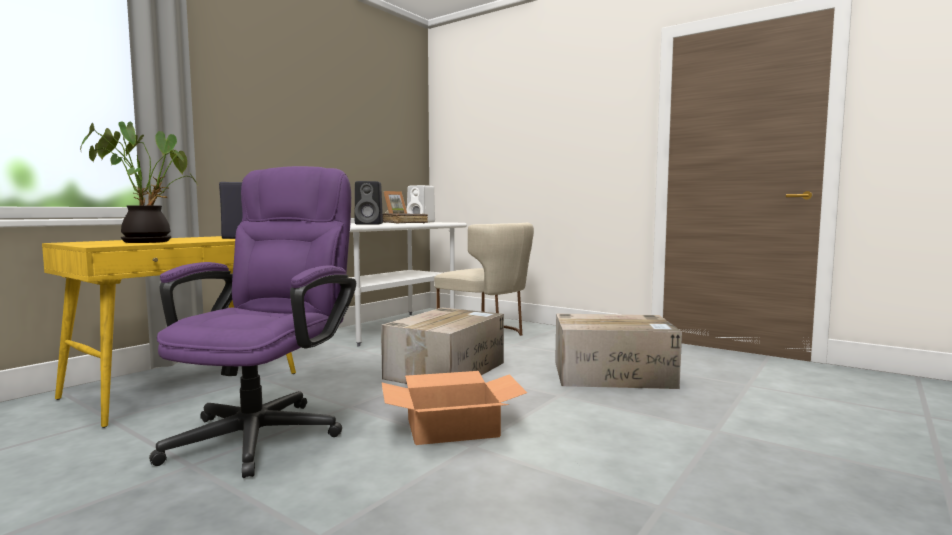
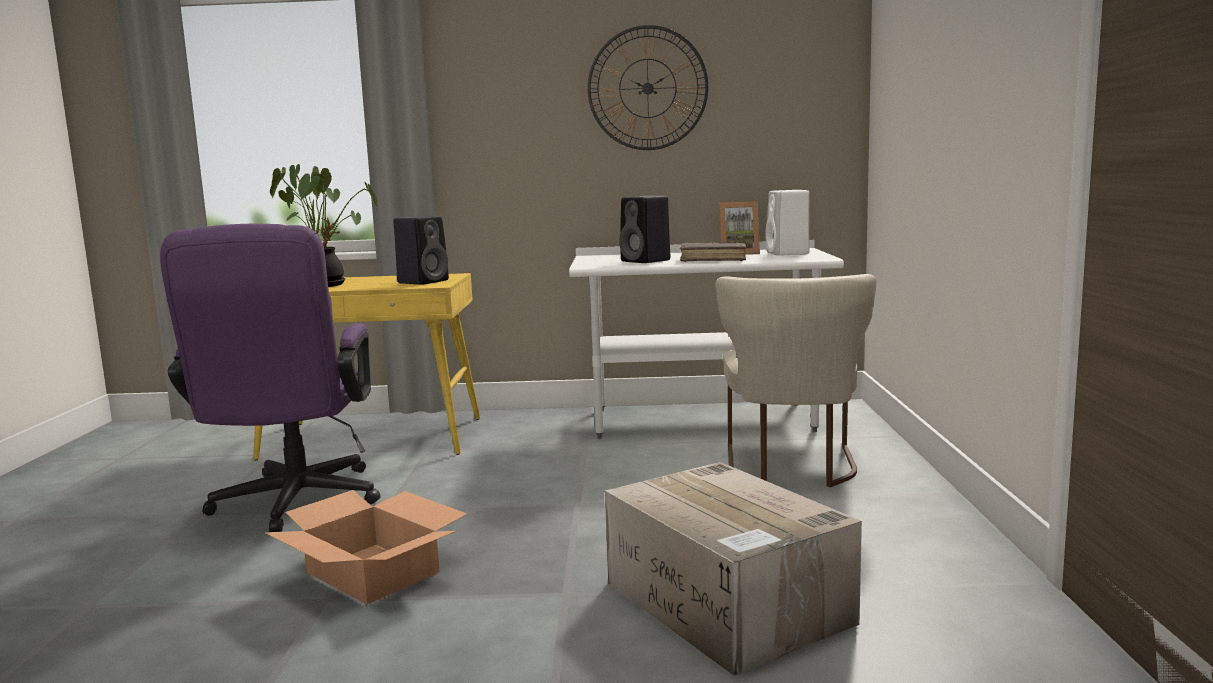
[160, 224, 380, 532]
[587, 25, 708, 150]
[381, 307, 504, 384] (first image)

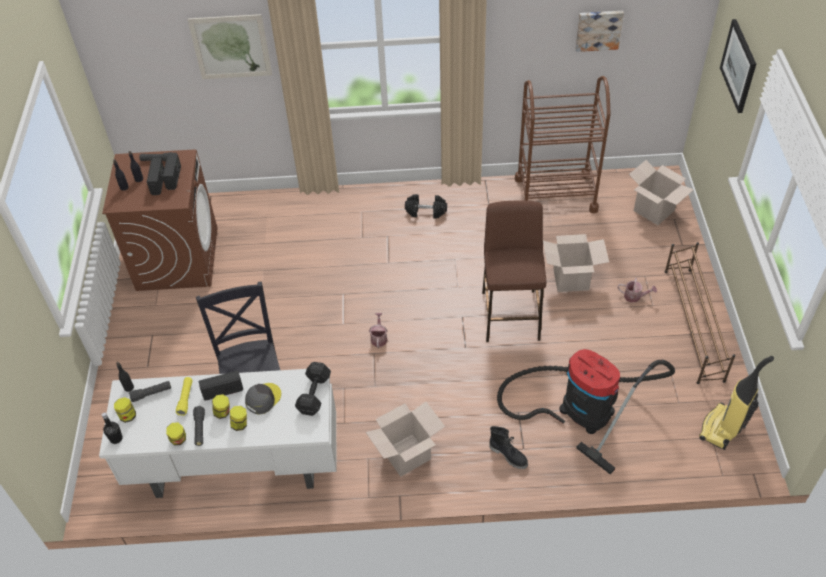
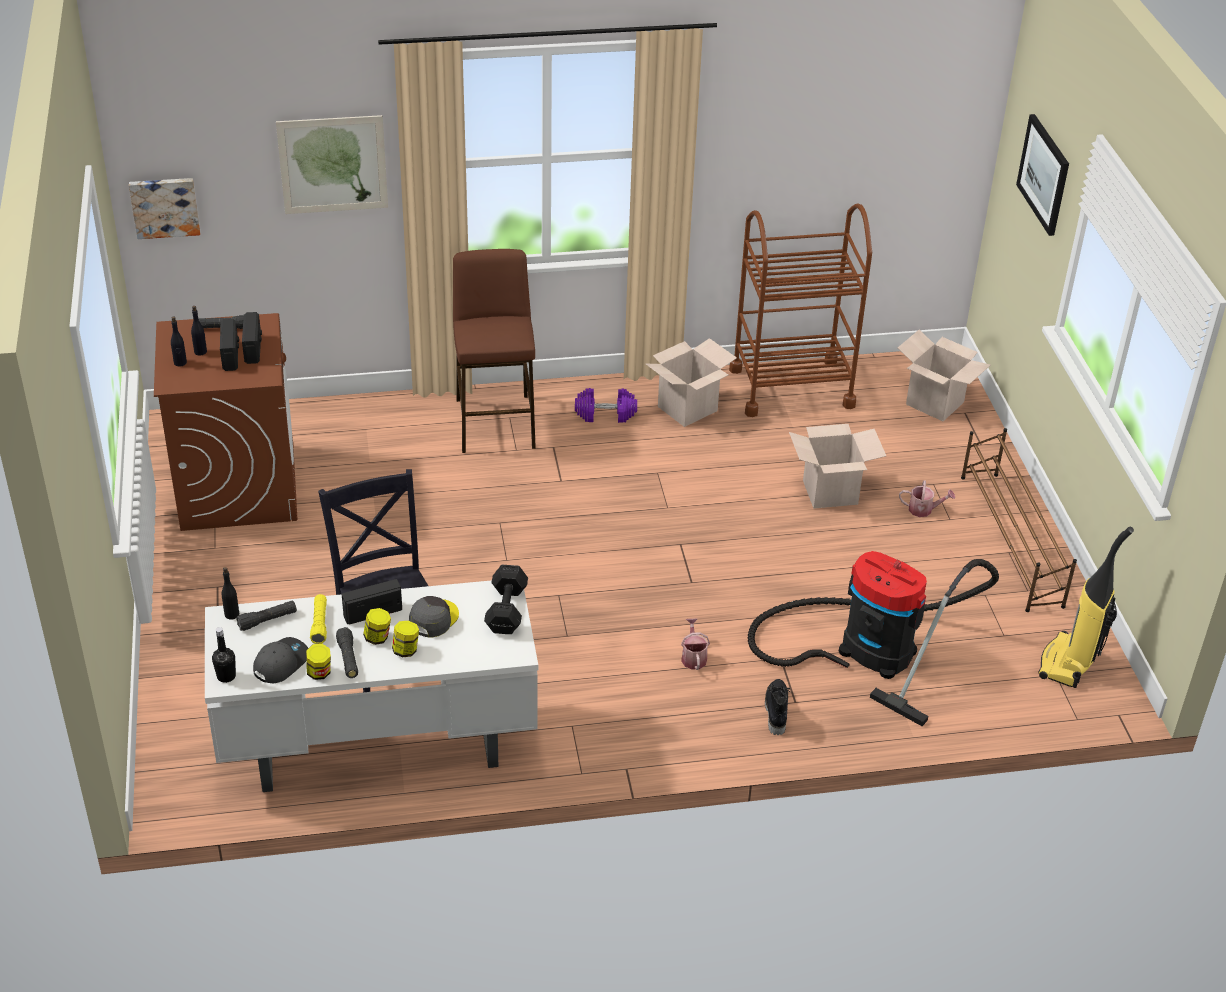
[129, 178, 200, 239]
[253, 637, 308, 683]
[453, 249, 536, 453]
[575, 388, 637, 423]
[646, 338, 737, 427]
[681, 618, 710, 670]
[765, 679, 790, 735]
[114, 397, 136, 423] (first image)

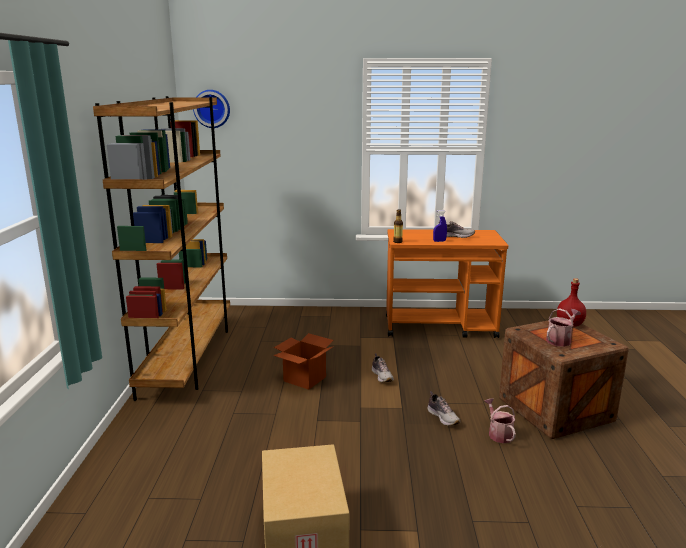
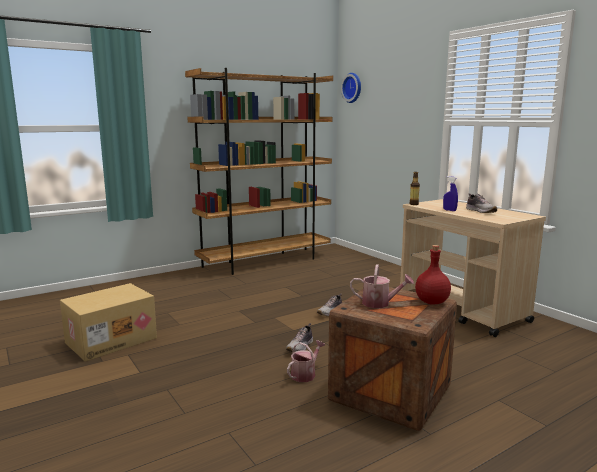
[400, 199, 546, 337]
[273, 333, 334, 390] (first image)

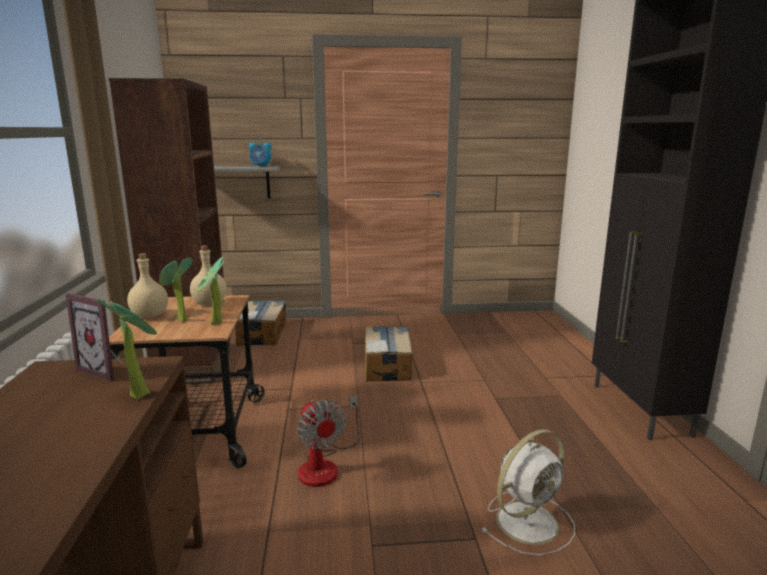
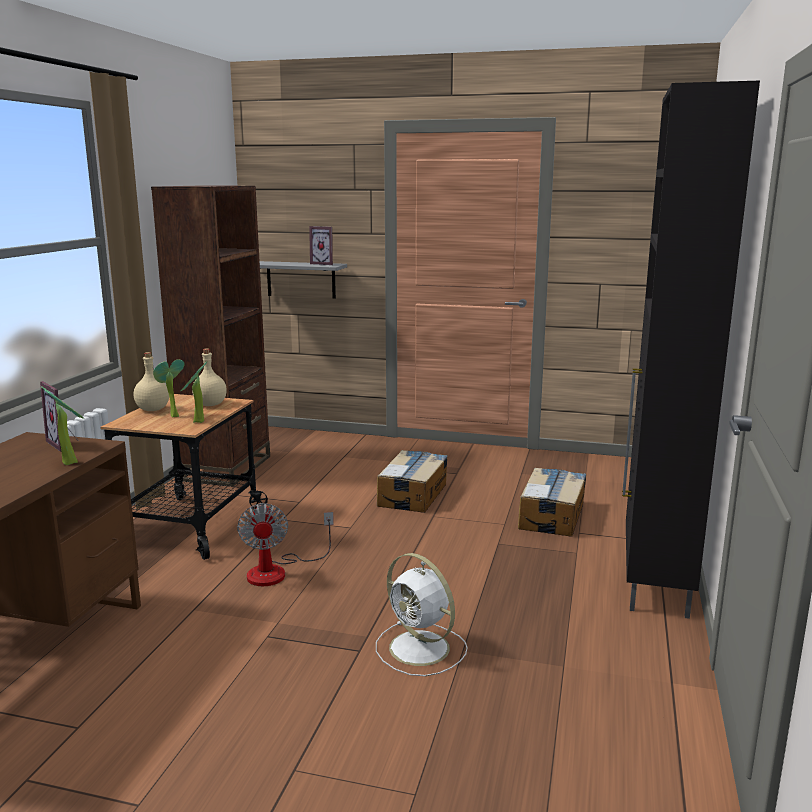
[309, 226, 333, 265]
[376, 553, 468, 676]
[518, 467, 586, 537]

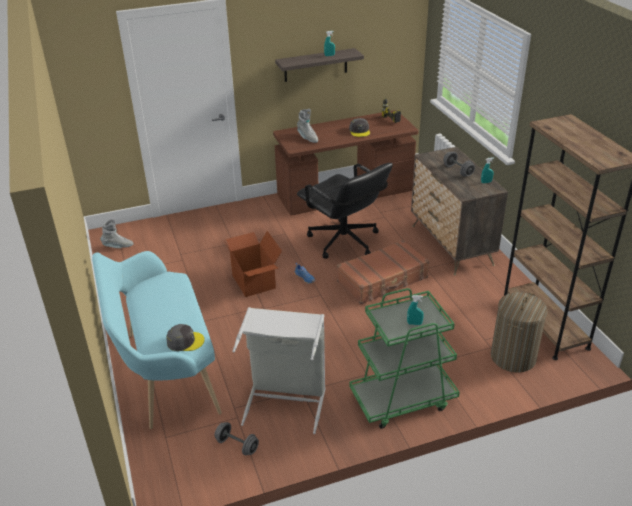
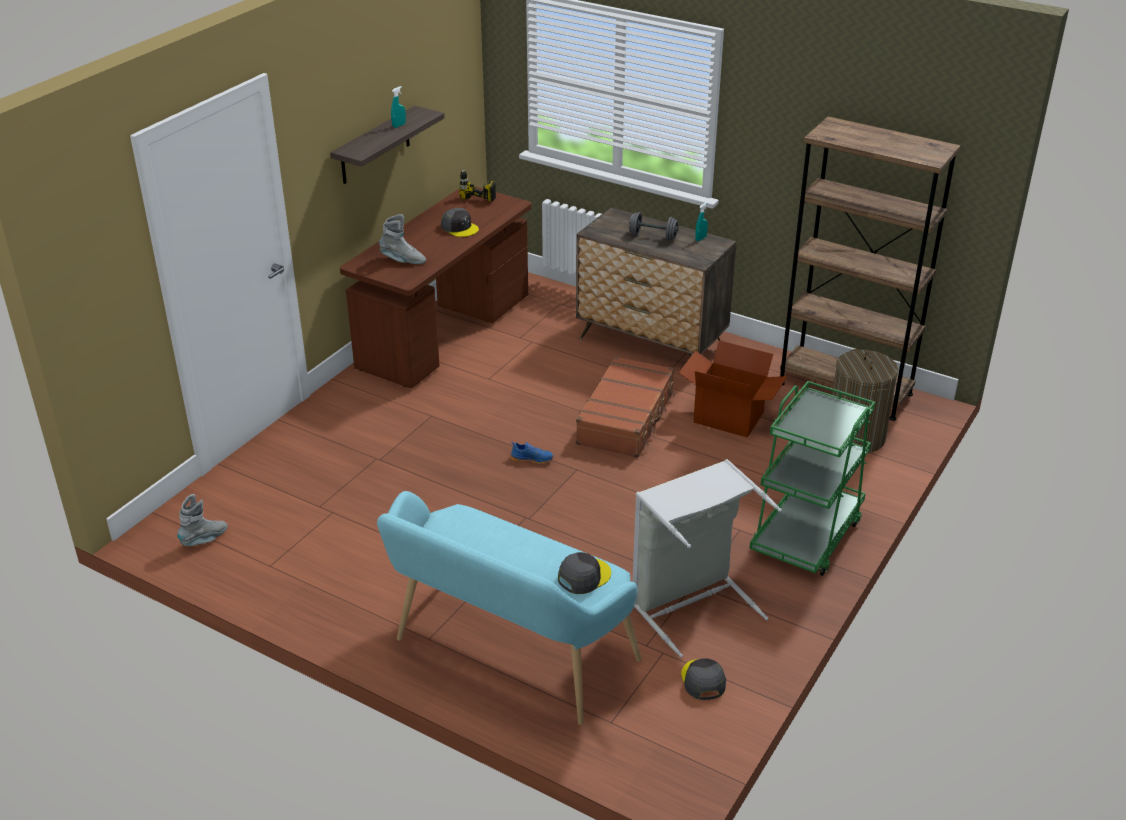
[679, 341, 787, 437]
[681, 659, 726, 700]
[297, 163, 393, 259] (first image)
[407, 295, 424, 325] (first image)

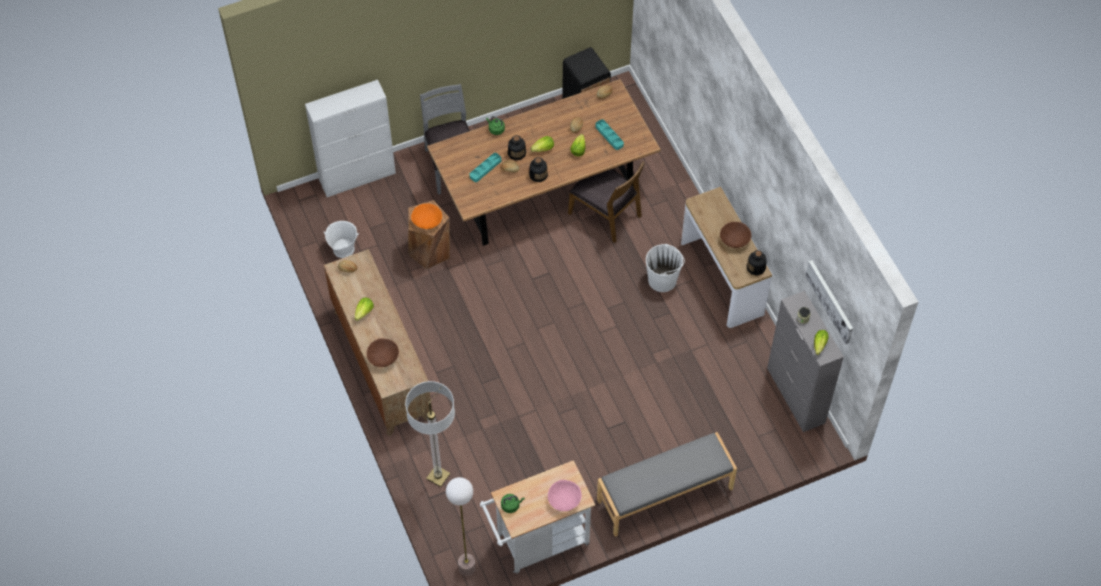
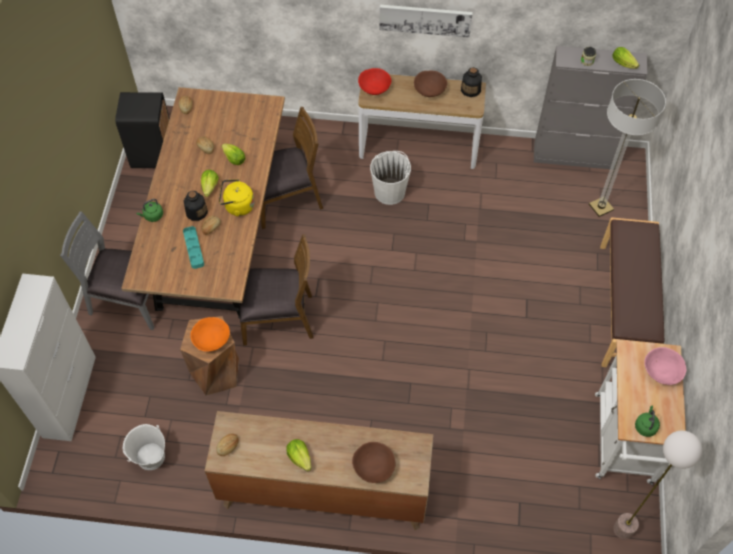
[219, 179, 254, 216]
[240, 234, 313, 346]
[358, 68, 391, 95]
[379, 5, 473, 38]
[589, 79, 666, 217]
[600, 217, 664, 367]
[595, 119, 624, 150] (first image)

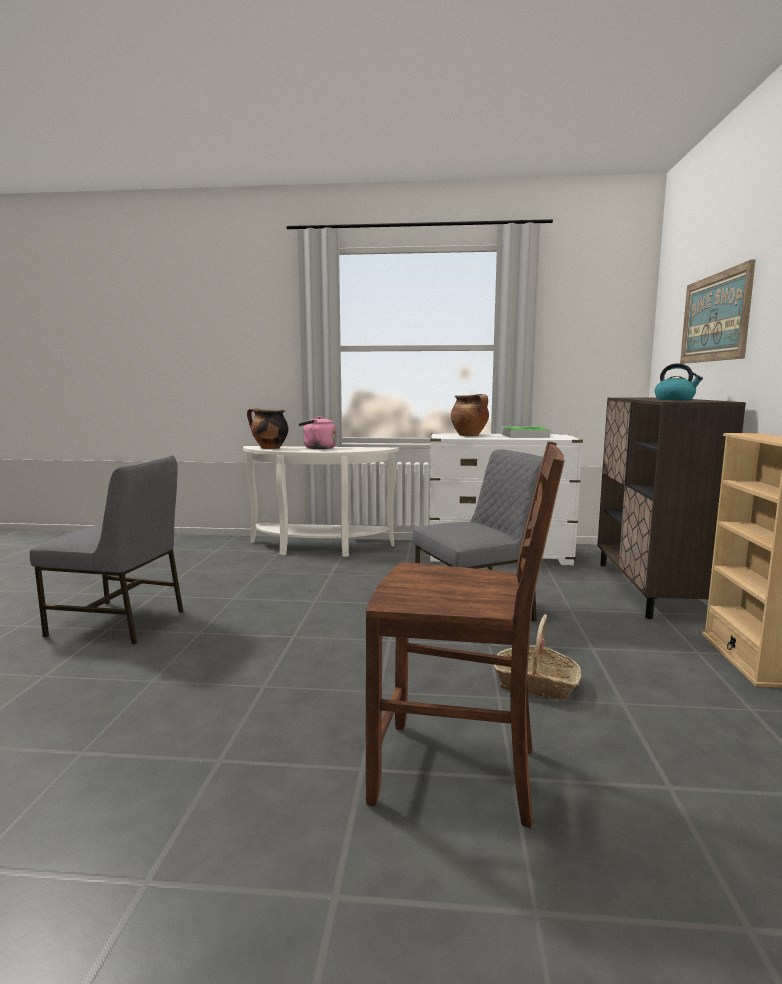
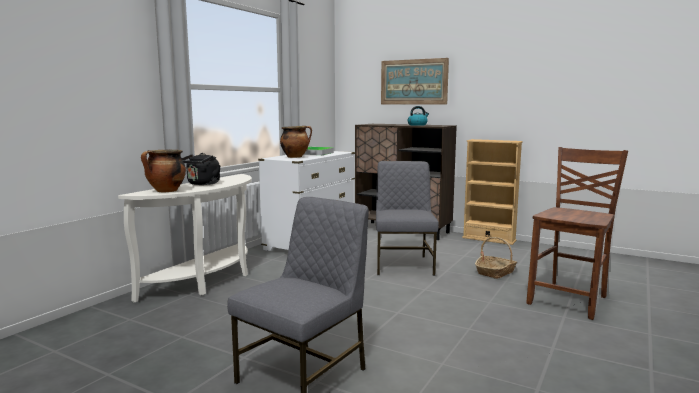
[182, 153, 221, 185]

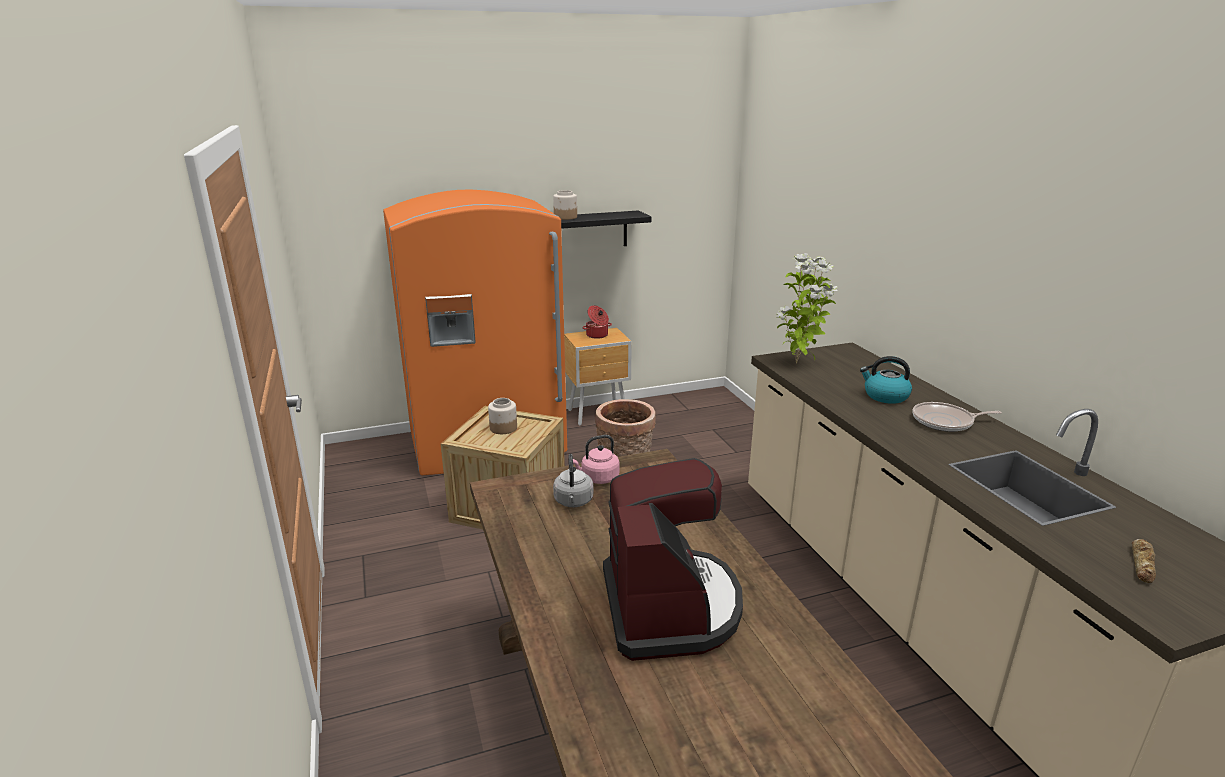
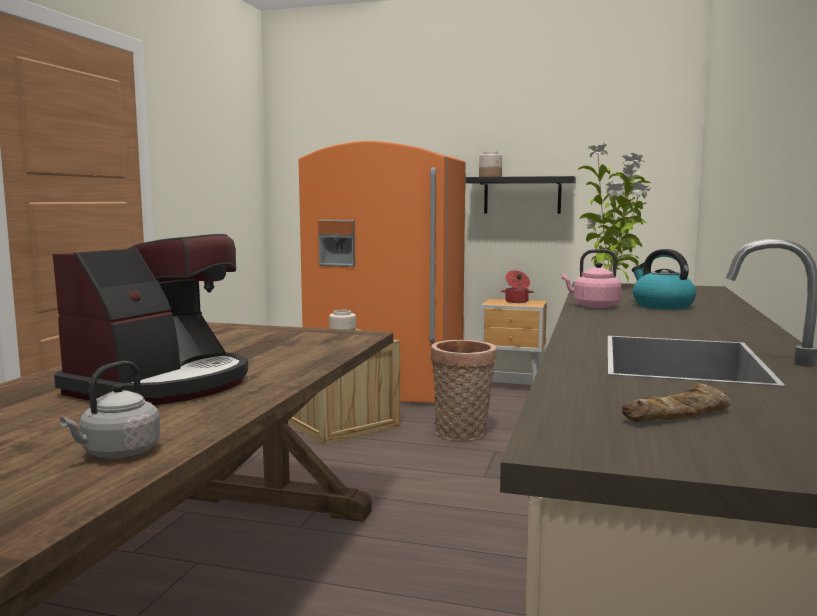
[60, 361, 160, 458]
[561, 249, 622, 308]
[912, 402, 1002, 432] (first image)

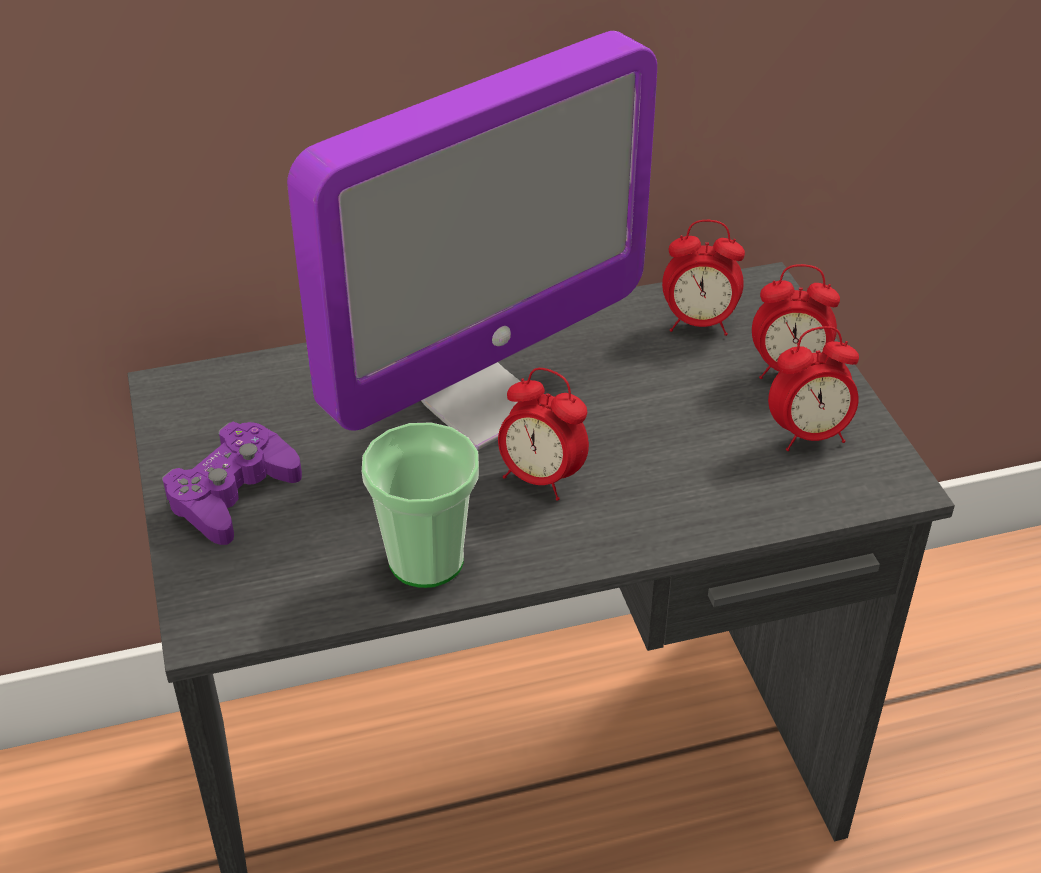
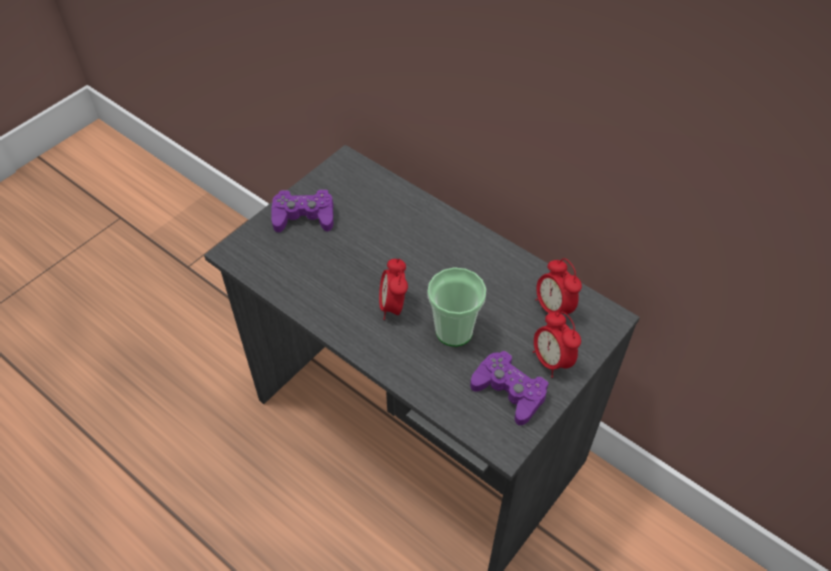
[427, 267, 486, 347]
[470, 351, 549, 425]
[287, 31, 657, 450] (first image)

